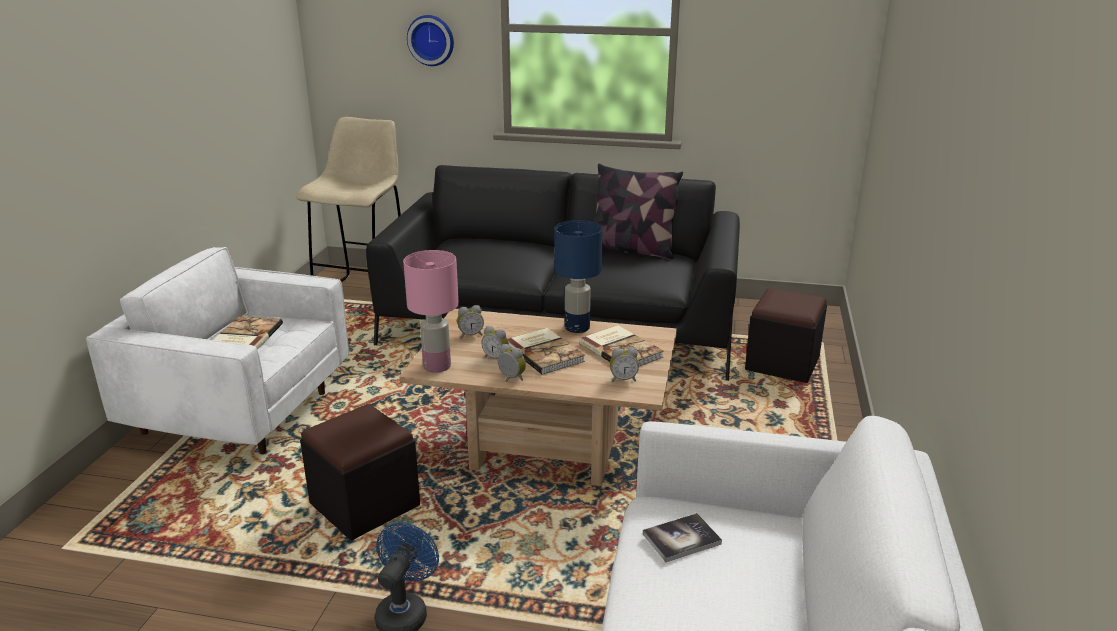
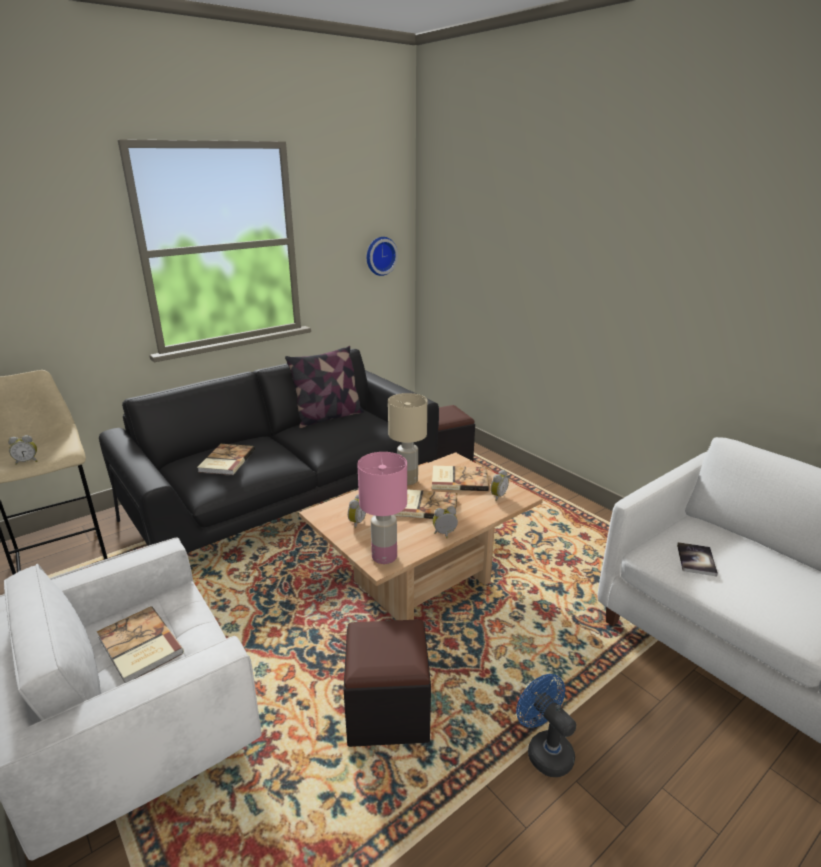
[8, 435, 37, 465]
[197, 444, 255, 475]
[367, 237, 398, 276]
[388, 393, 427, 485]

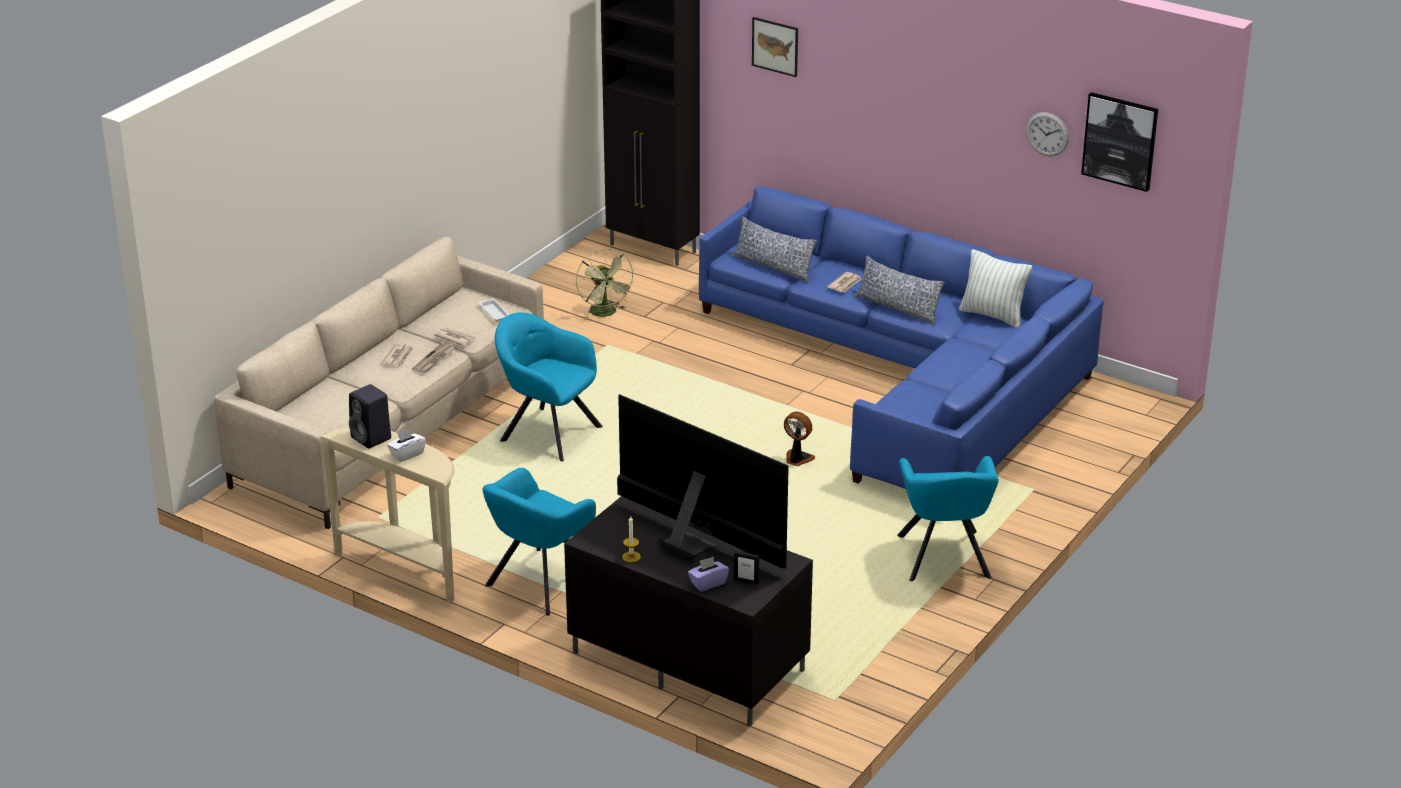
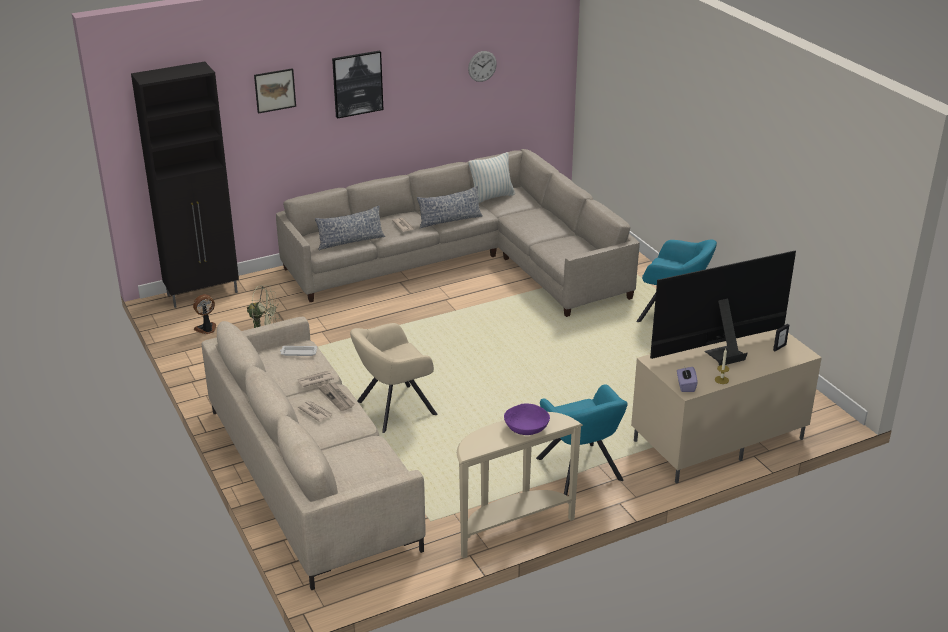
[193, 294, 216, 334]
[276, 149, 640, 317]
[332, 50, 383, 119]
[350, 323, 438, 433]
[504, 404, 550, 435]
[631, 329, 822, 484]
[677, 367, 698, 392]
[349, 384, 391, 449] (first image)

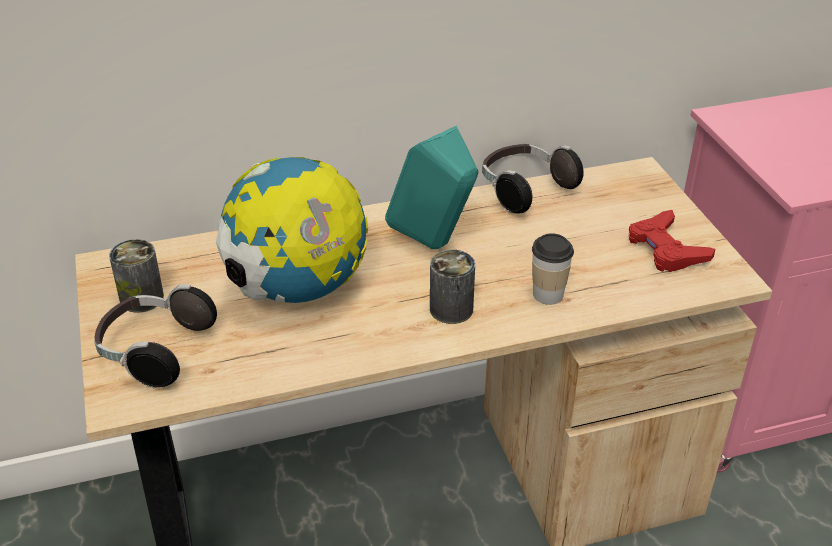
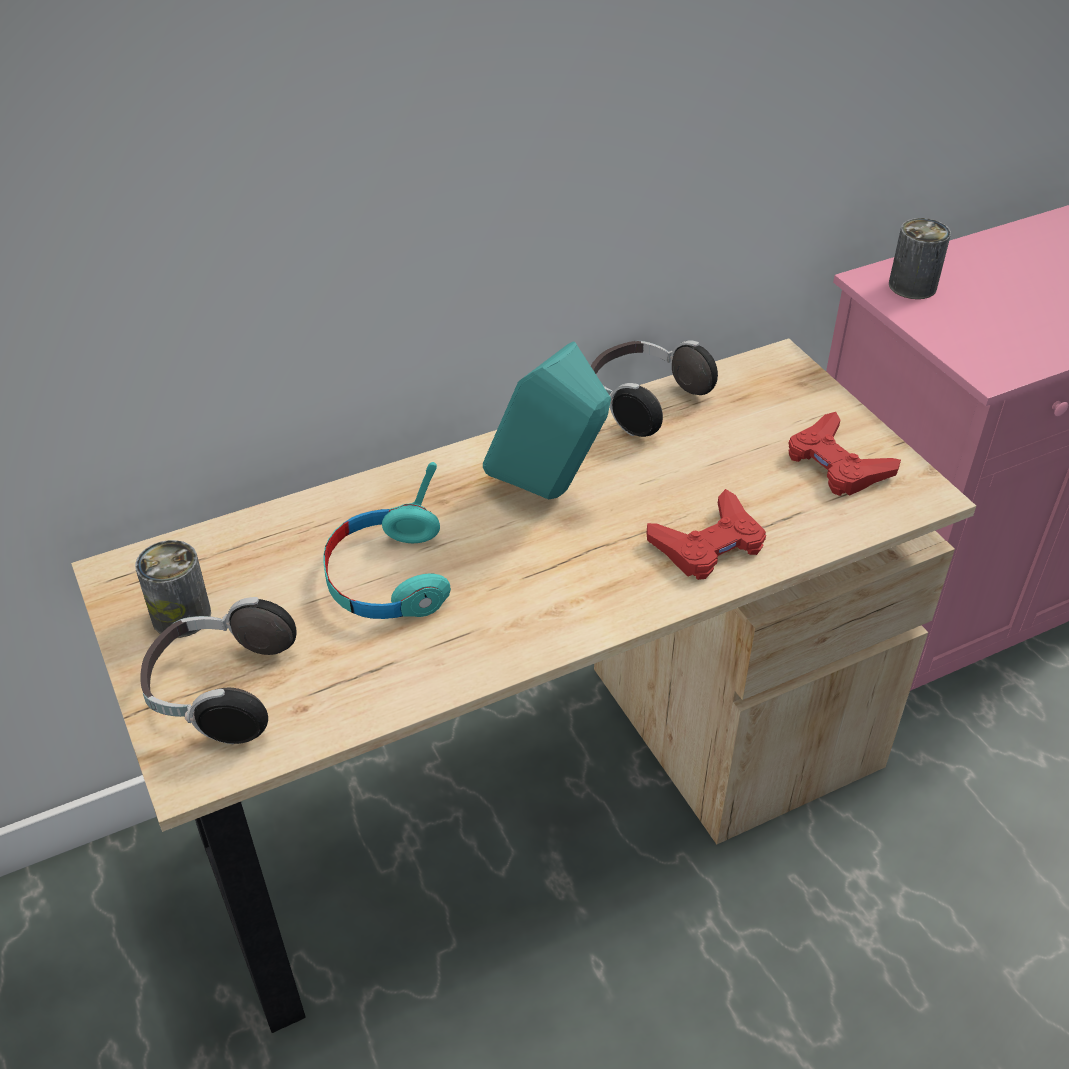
[324, 462, 451, 619]
[647, 489, 766, 580]
[889, 218, 951, 299]

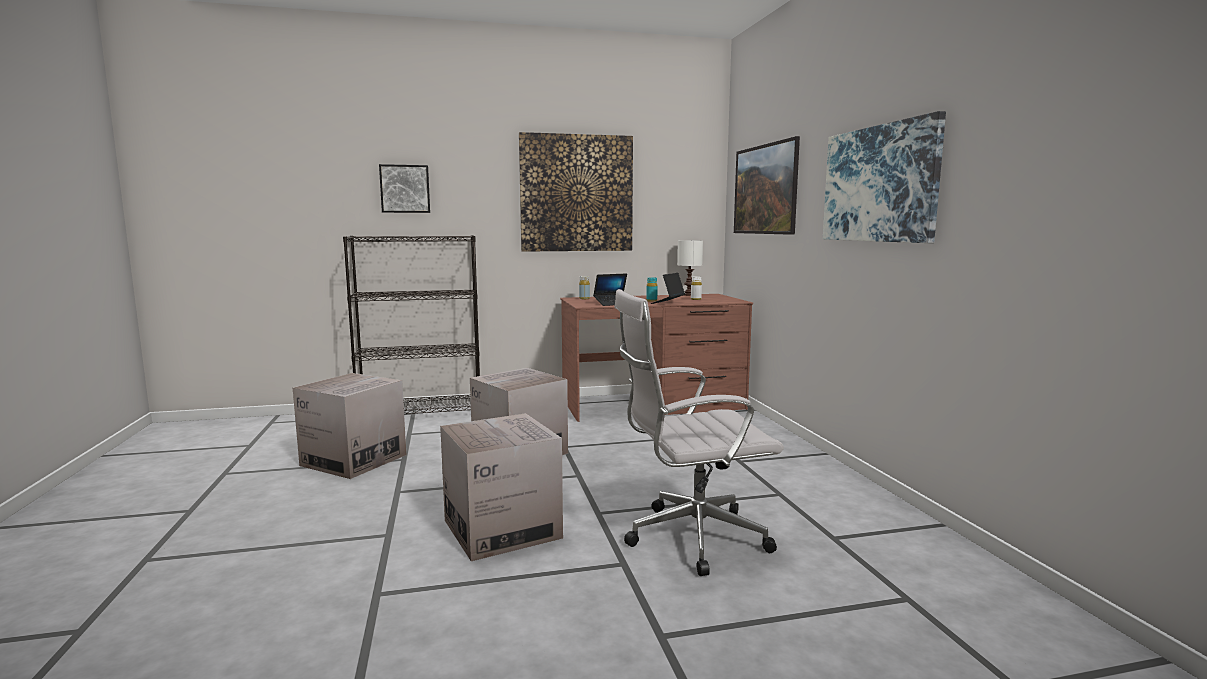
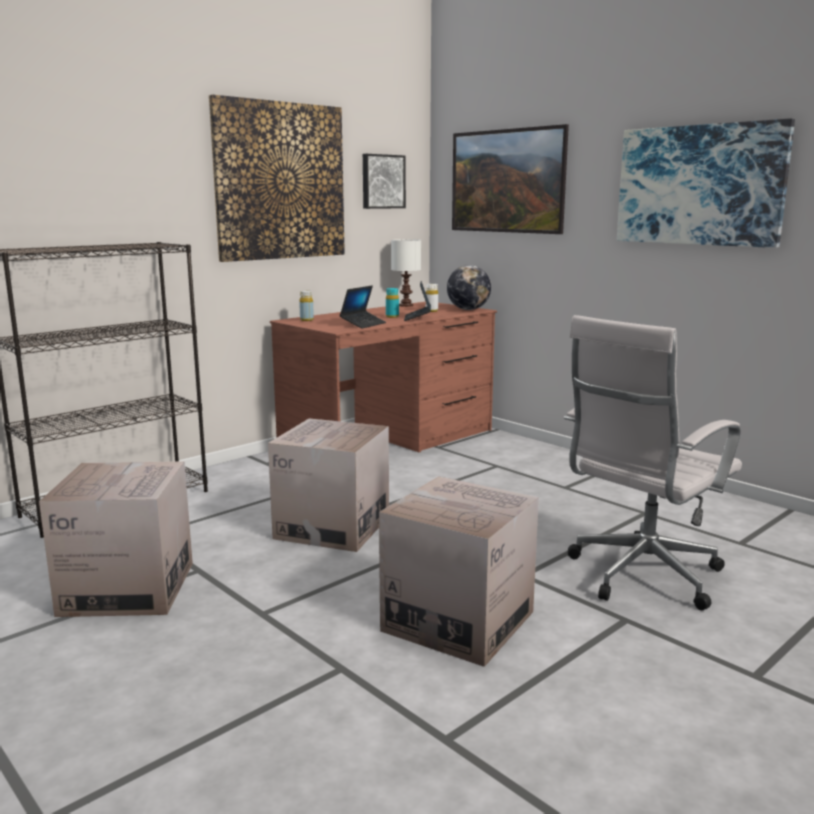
[363, 154, 406, 209]
[447, 265, 491, 310]

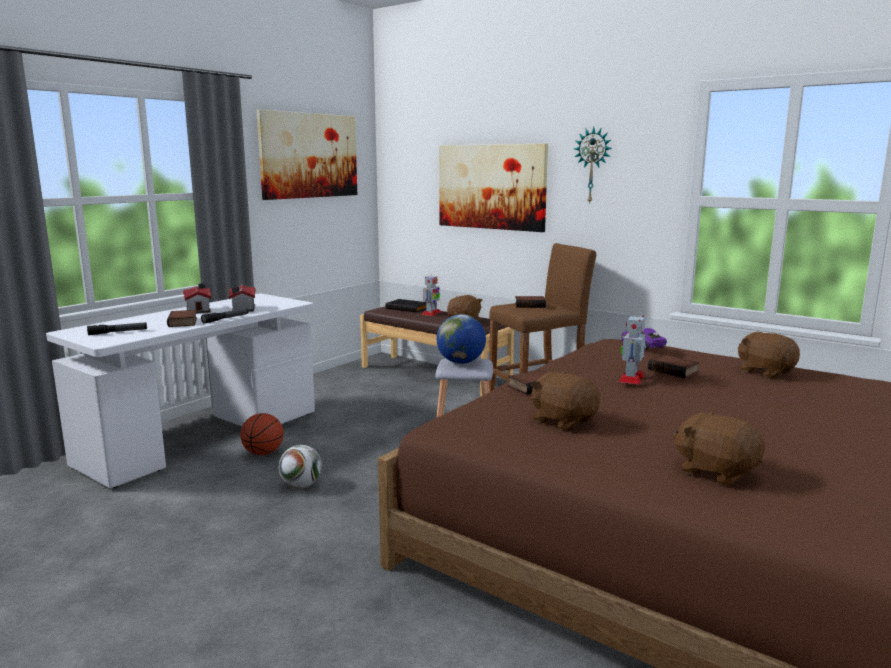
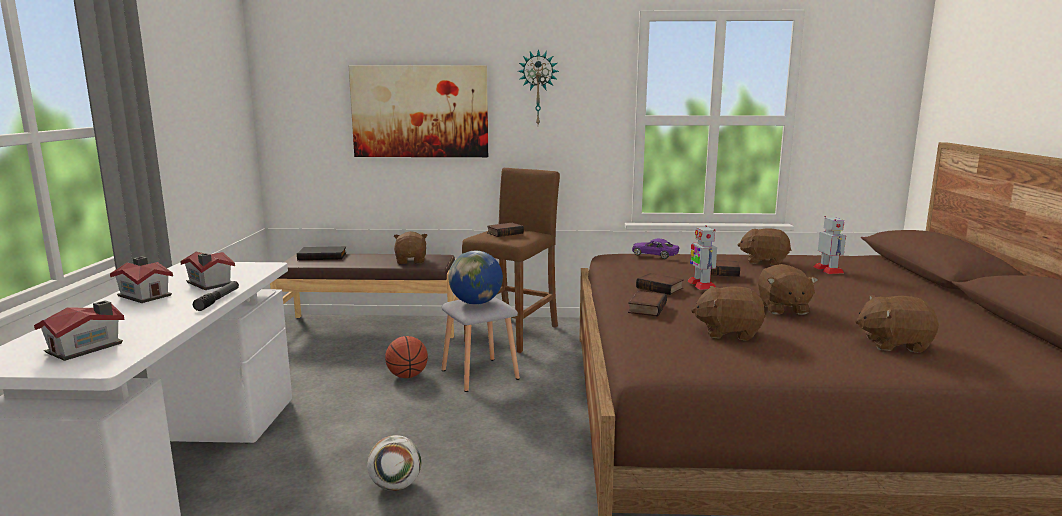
[34, 301, 125, 361]
[385, 336, 428, 378]
[636, 273, 684, 295]
[758, 264, 818, 315]
[813, 216, 846, 274]
[256, 109, 357, 200] (first image)

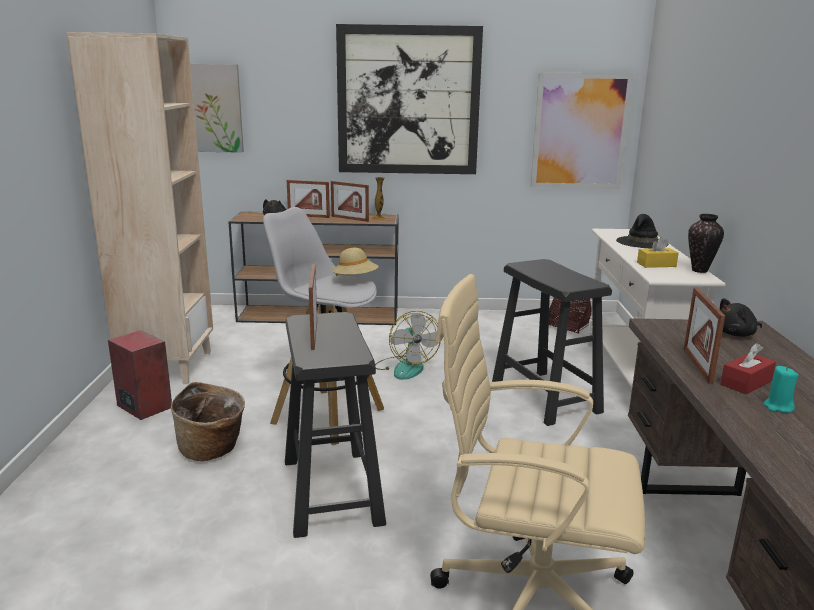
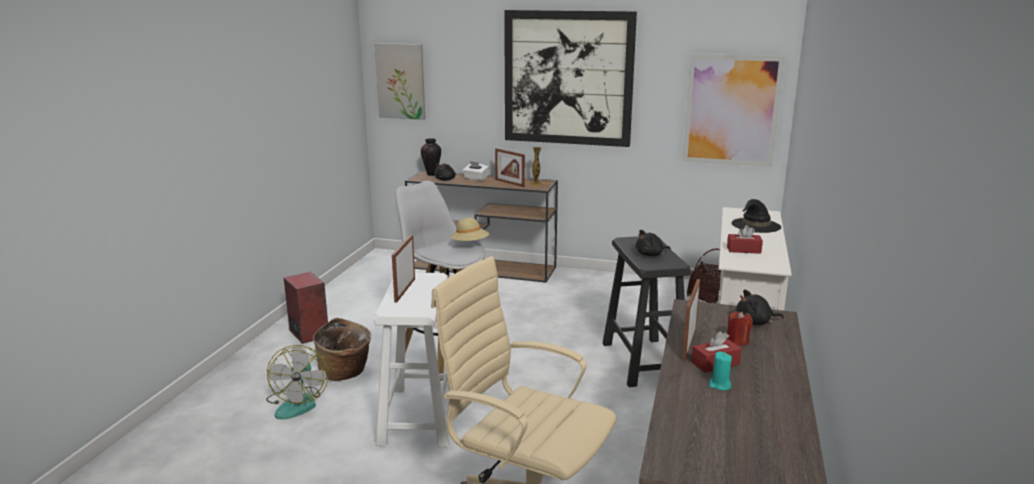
[266, 345, 328, 420]
[374, 273, 450, 447]
[421, 138, 441, 176]
[463, 161, 489, 181]
[635, 230, 671, 256]
[727, 225, 763, 254]
[727, 311, 753, 346]
[67, 32, 213, 384] (first image)

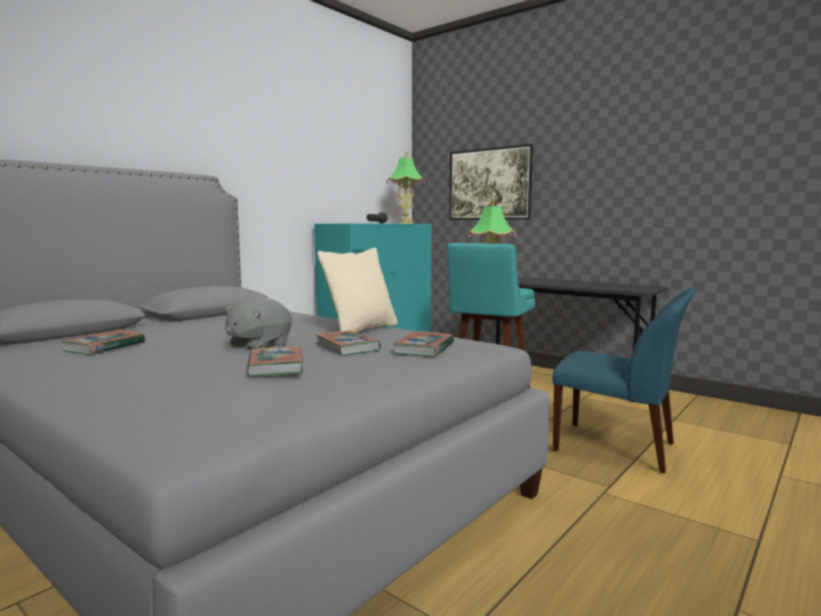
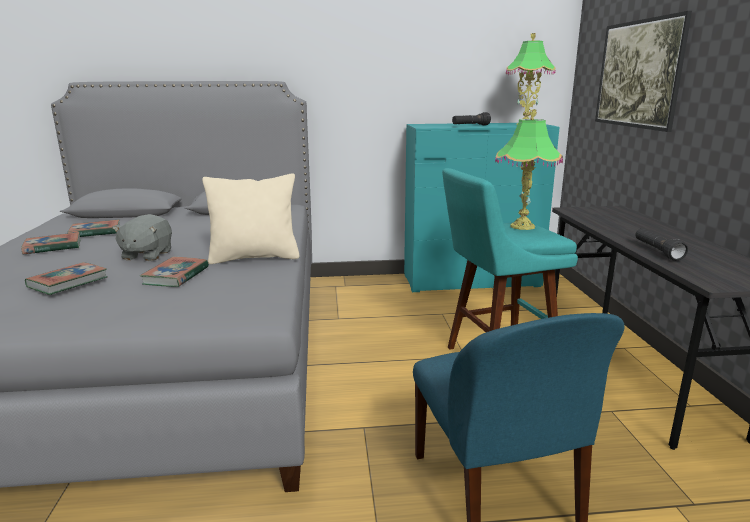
[21, 232, 81, 254]
[112, 214, 172, 261]
[635, 228, 688, 261]

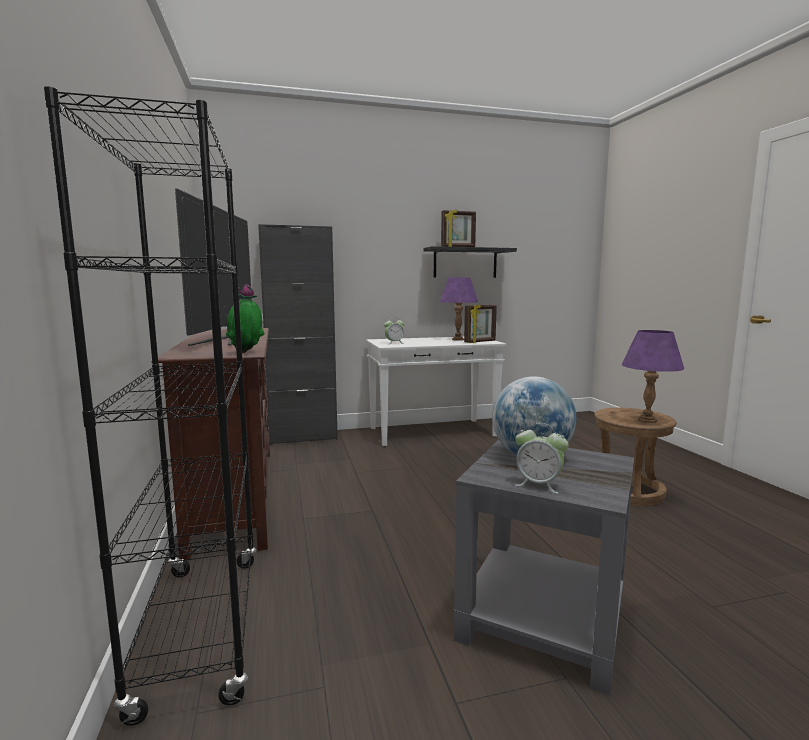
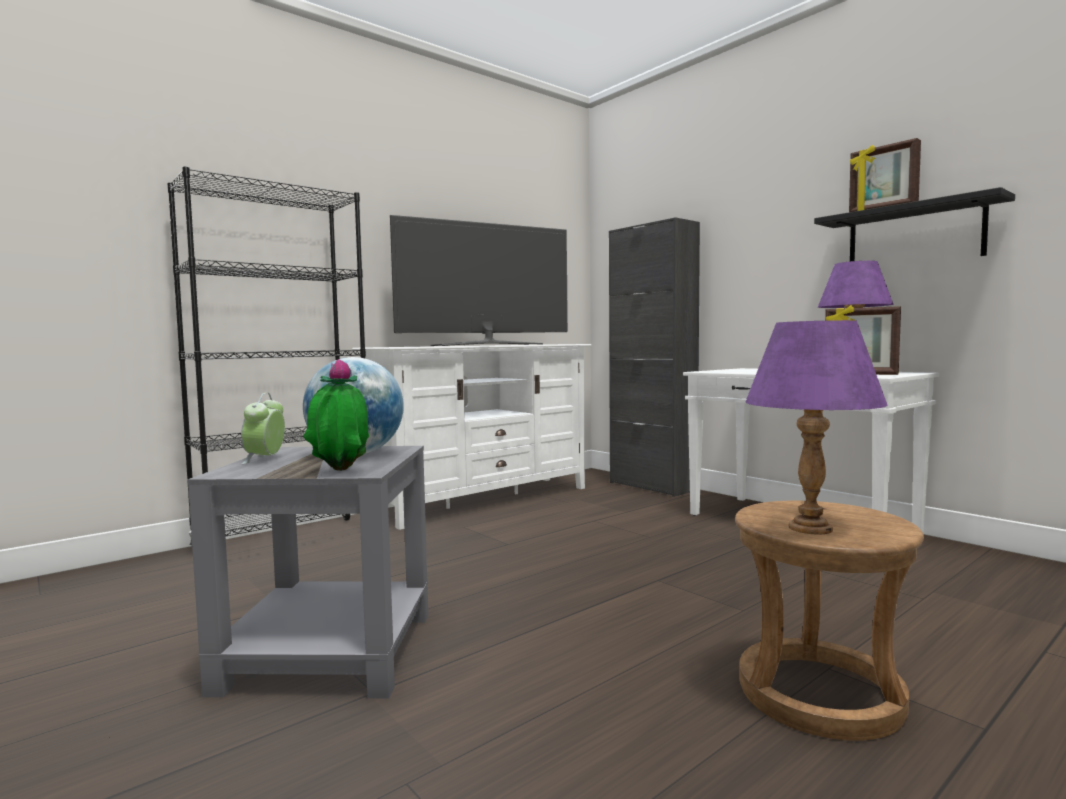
[303, 359, 369, 471]
[352, 344, 592, 530]
[384, 317, 404, 344] (first image)

